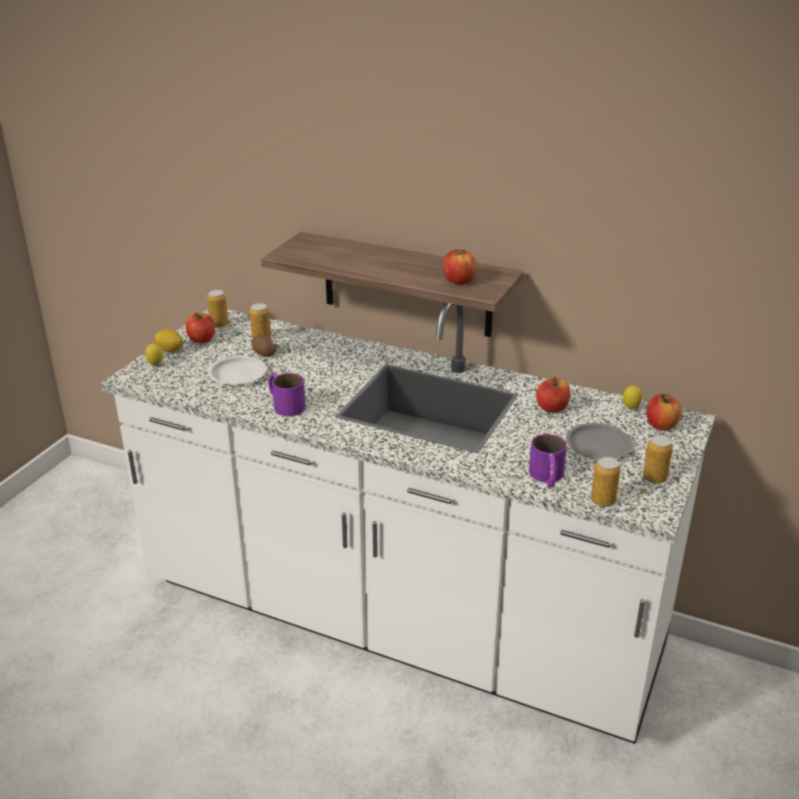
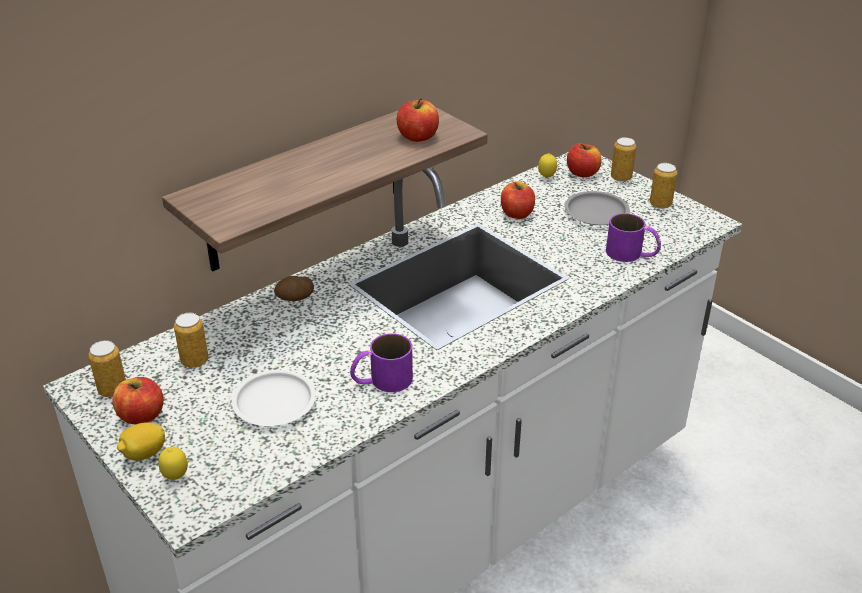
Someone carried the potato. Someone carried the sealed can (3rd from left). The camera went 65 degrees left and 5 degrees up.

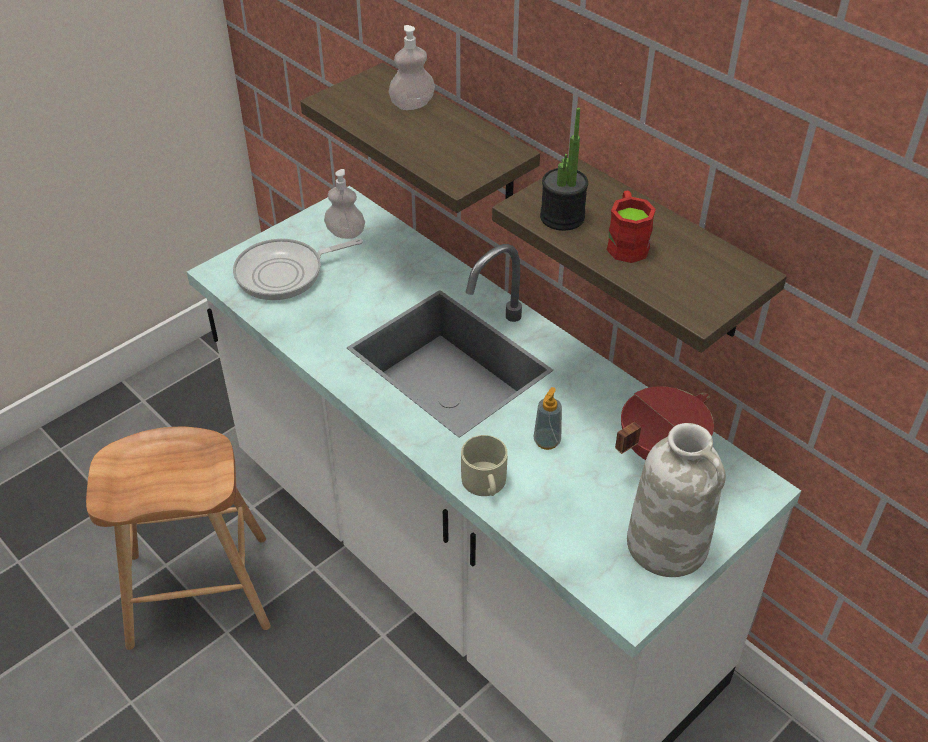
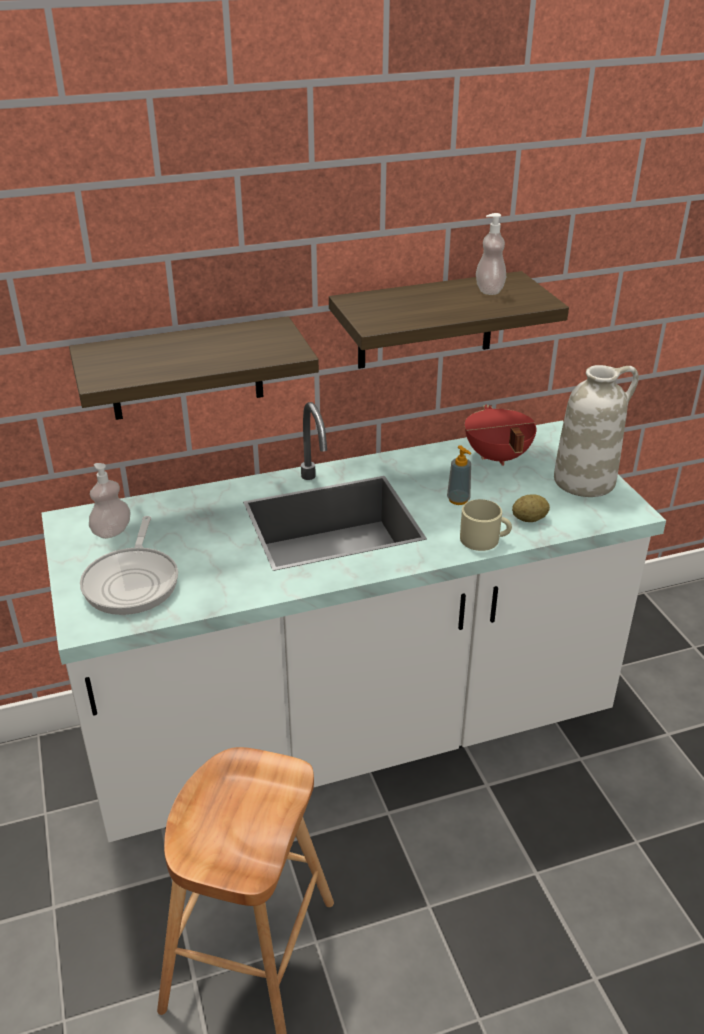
Someone carried the liquid soap bottle (2nd from left in the first image). Someone took away the plant in a pot. Someone took away the coffee mug (red). Someone put down the potato. The camera went 65 degrees left and 10 degrees down.

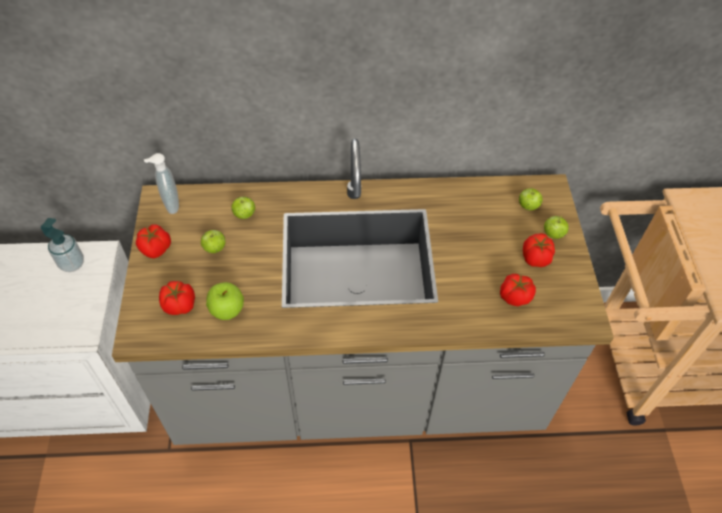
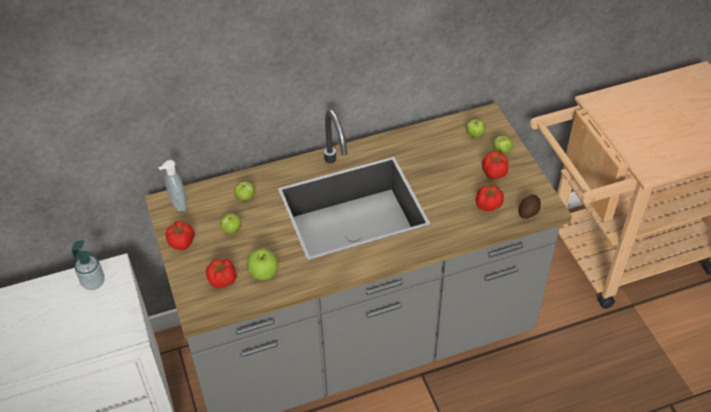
Someone put down the potato. The camera went 15 degrees left and 5 degrees down.

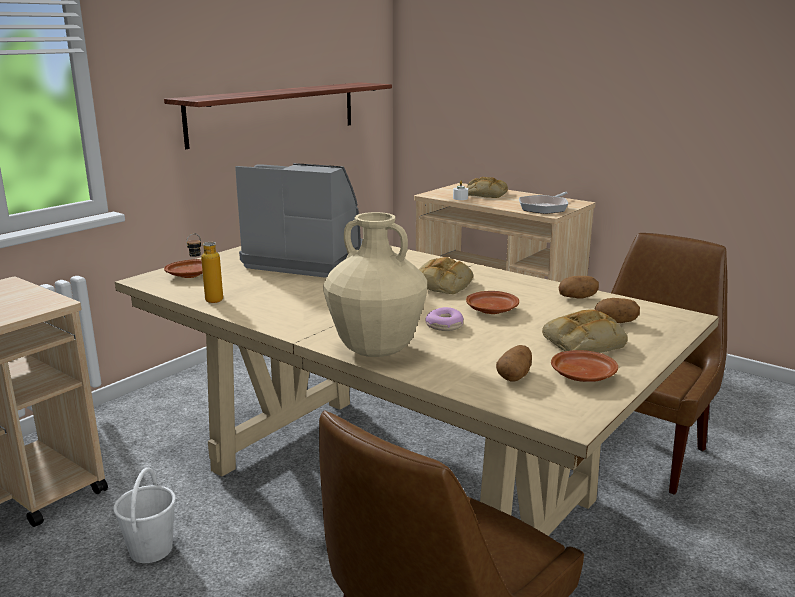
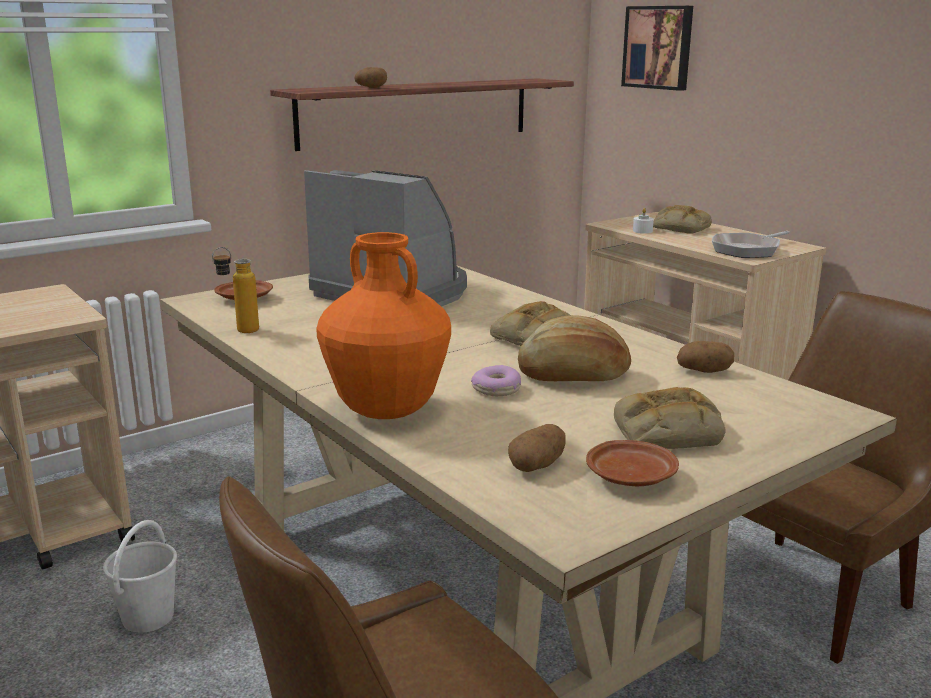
Someone repainted the decorative vase (sand-coloured), which became the decorative vase (orange). Someone swapped the flat dish (brownish) (2nd from left) for the bread (2nd from left). Someone carried the potato (3rd from left in the first image). Someone put up the picture. The camera went 15 degrees right and 0 degrees up.

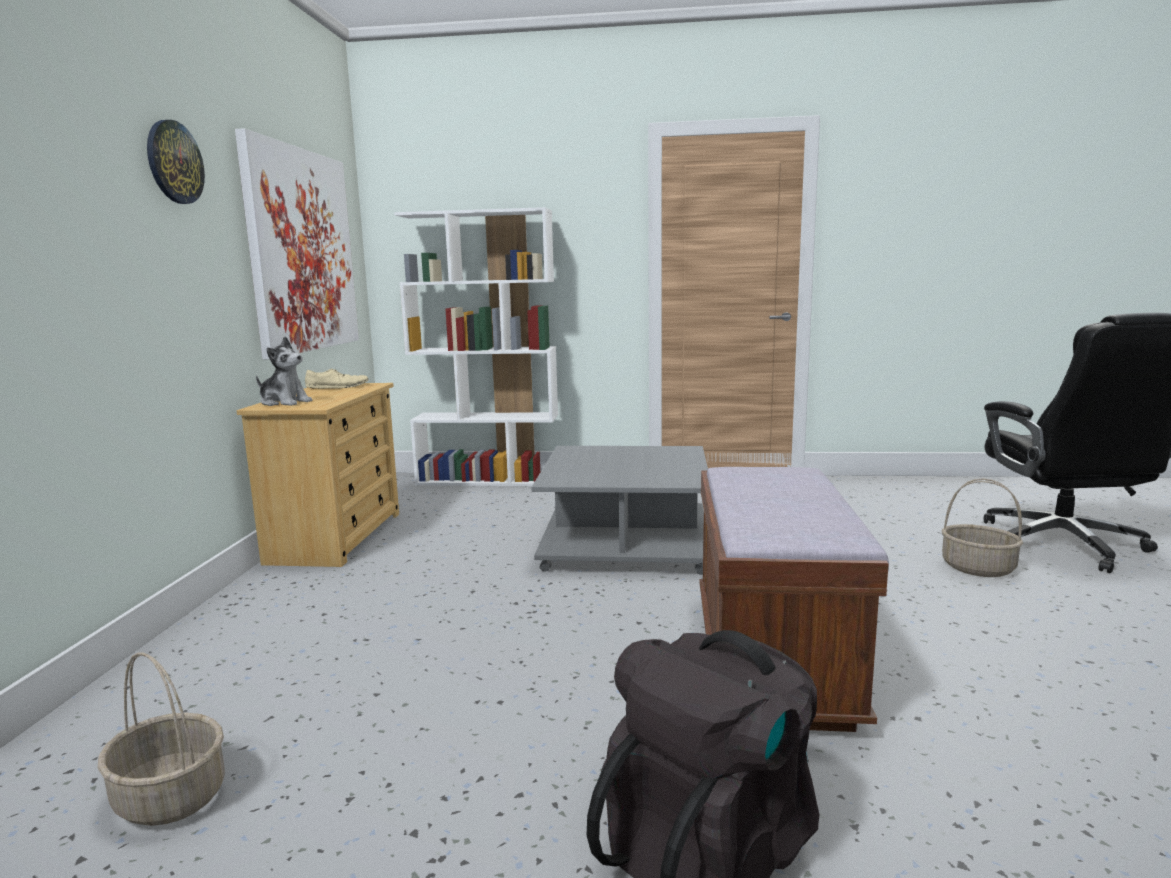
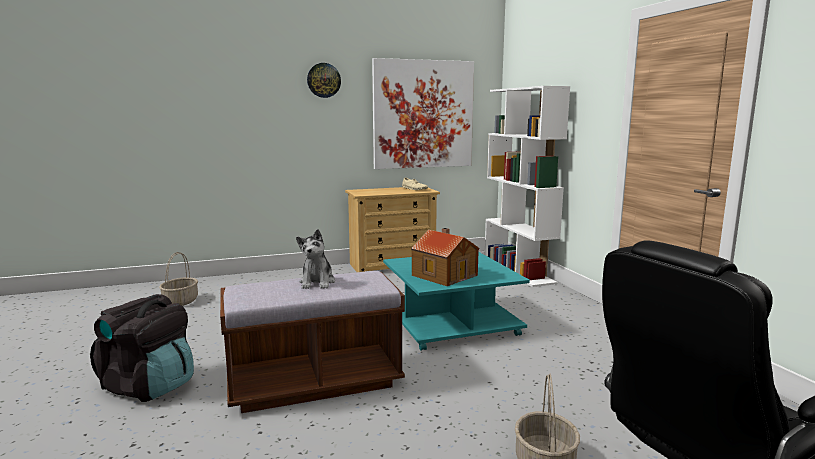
Someone carried the cuddly toy. Someone repainted the coffee table (grey), which became the coffee table (blue-green). Someone put down the model house. The camera went 65 degrees right and 0 degrees up.

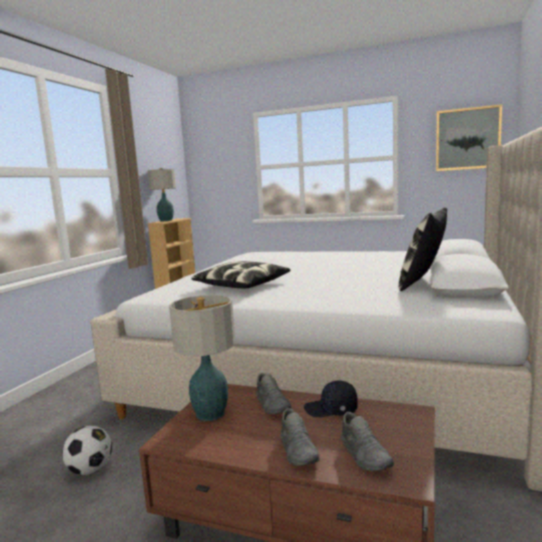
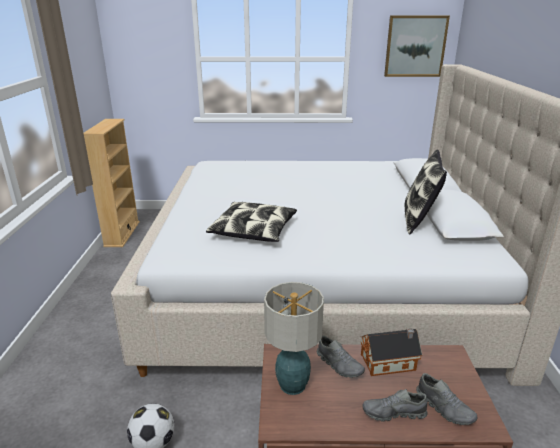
Someone took away the lamp for a table (1st from left). Someone rotated the shoe (grey) (2nd from left) by 120 degrees clockwise. Someone swapped the baseball cap (black) for the model house. The camera went 20 degrees left and 15 degrees up.

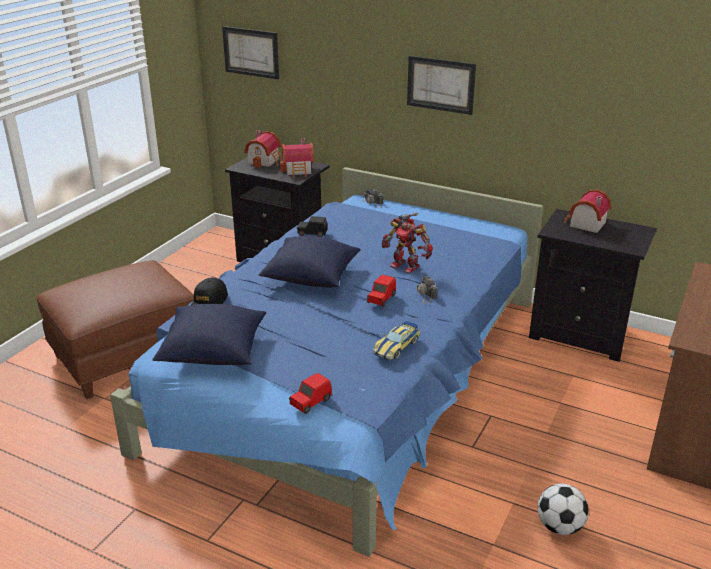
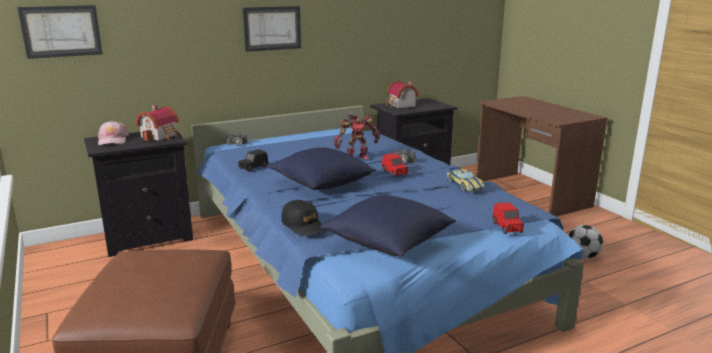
Someone swapped the model house (1st from left) for the baseball cap (pink). The camera went 55 degrees left and 10 degrees down.

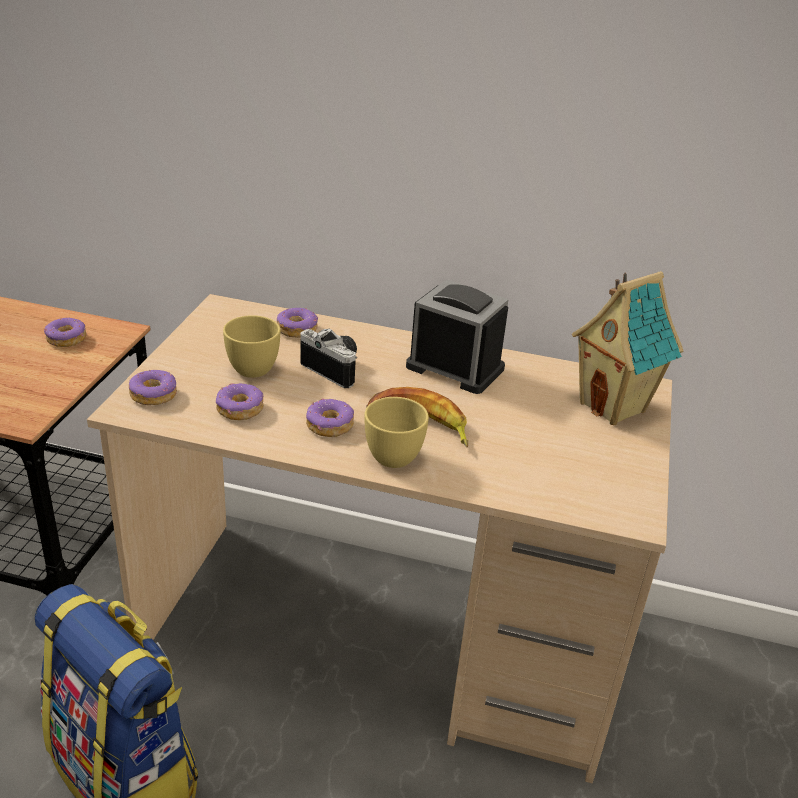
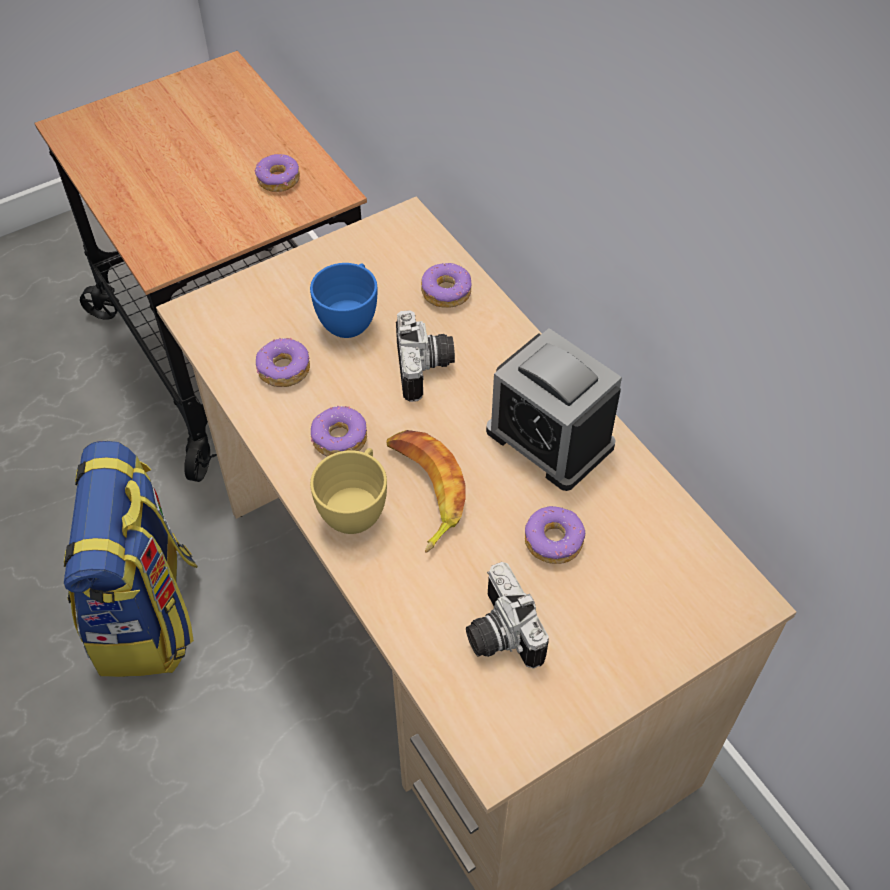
Someone carried the ring doughnut (2nd from left in the first image). Someone repainted the drinking cup (yellow-coloured) (1st from left), which became the drinking cup (blue-coloured). Someone rotated the table clock by 150 degrees clockwise. Someone took away the model house. Someone put down the still camera (2nd from left). The camera went 45 degrees right and 20 degrees up.

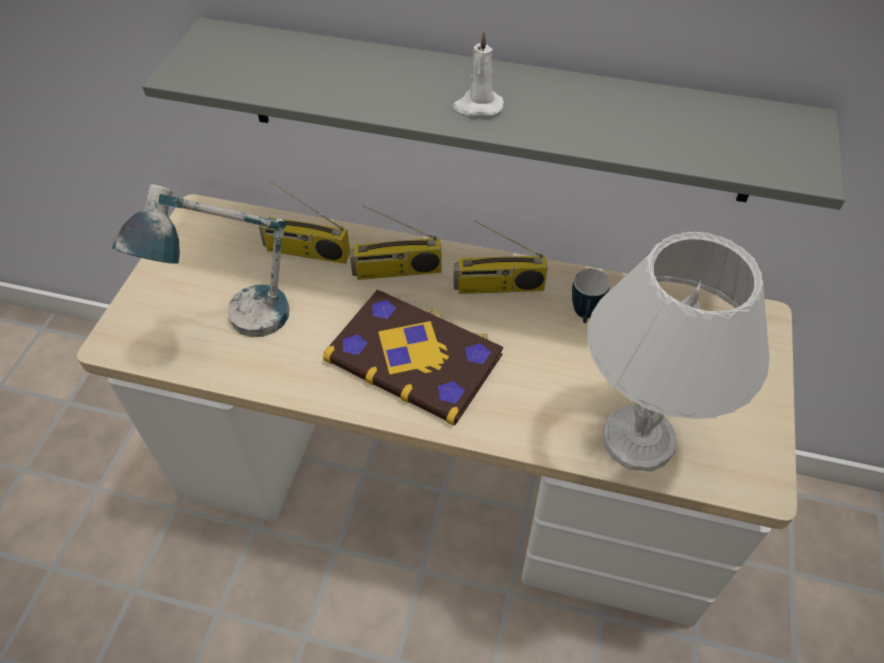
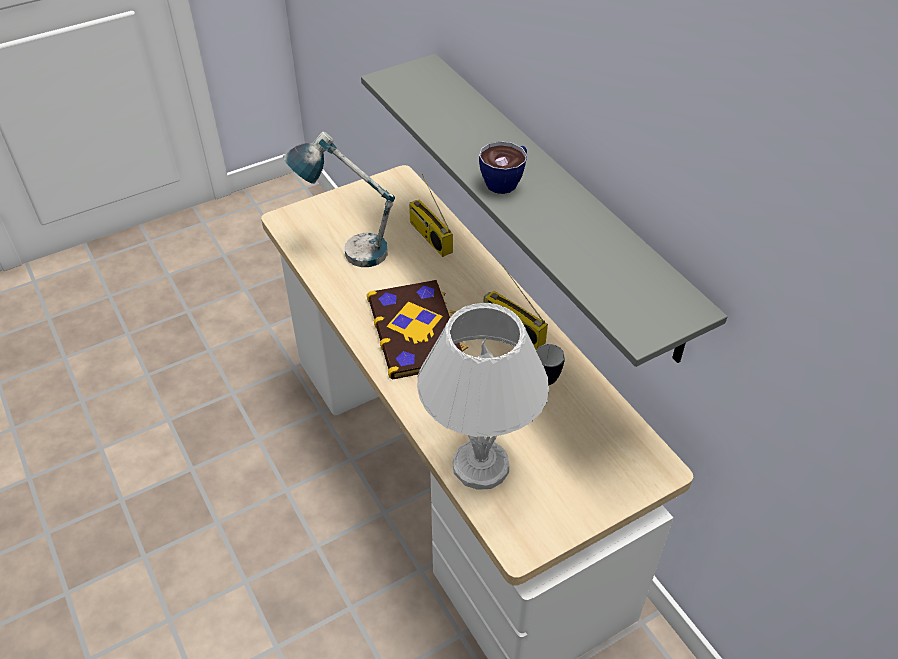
Someone took away the radio set (2nd from left). Someone swapped the wax candle (white) for the drinking cup. The camera went 45 degrees right and 5 degrees down.

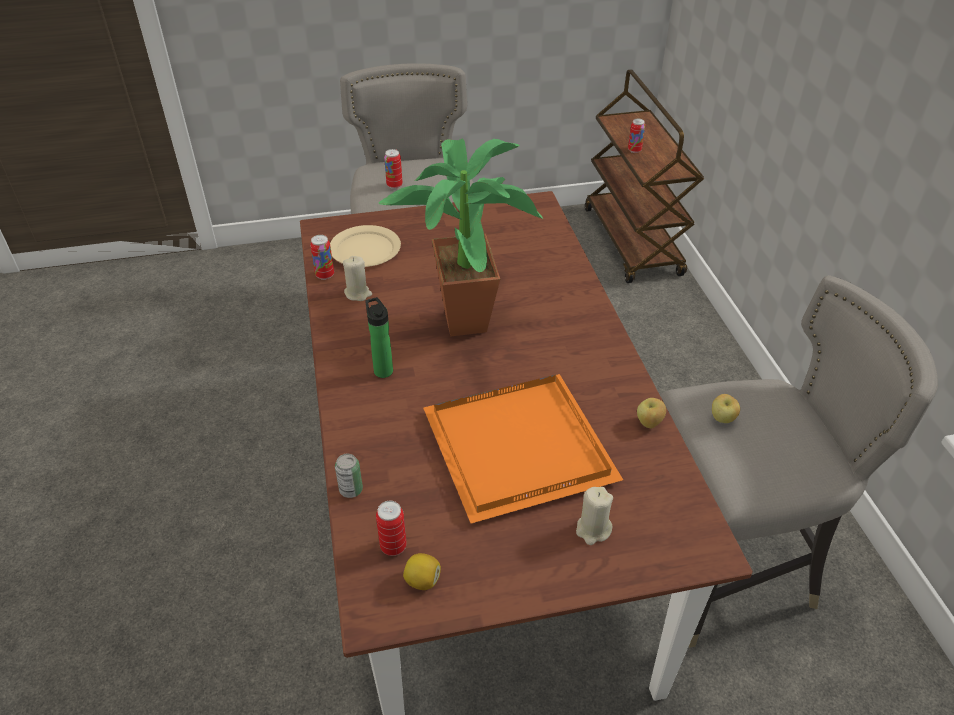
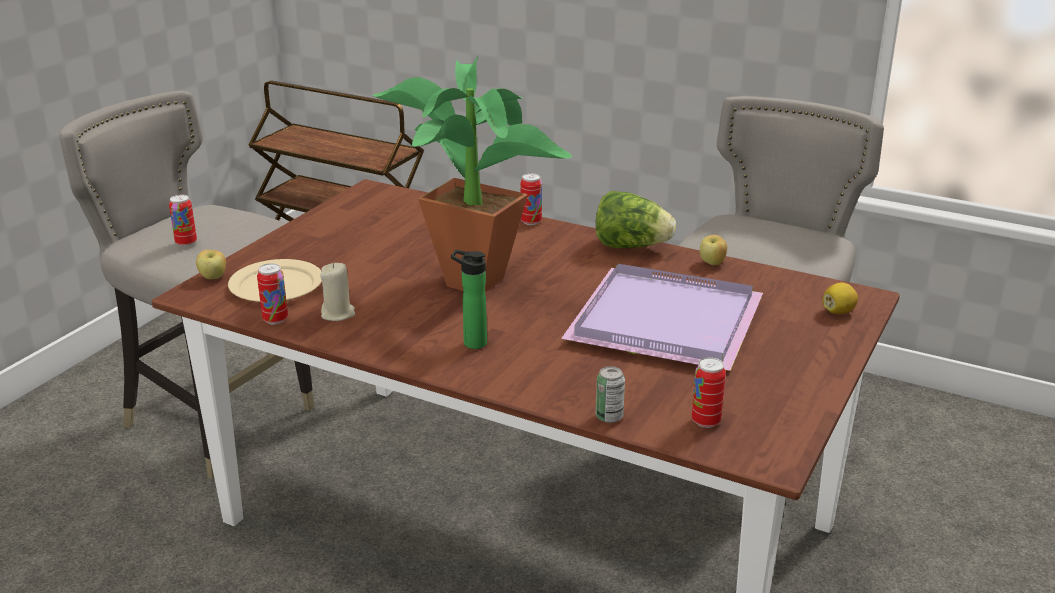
Someone carried the whole lemon. Someone repainted the serving tray (orange), which became the serving tray (purplish). Someone took away the wax candle (sand-coloured) (2nd from left). Someone carried the sealed can (5th from left in the first image). Someone carried the apple (2nd from left in the first image). Someone put down the lettuce head. The camera went 50 degrees left and 15 degrees down.

